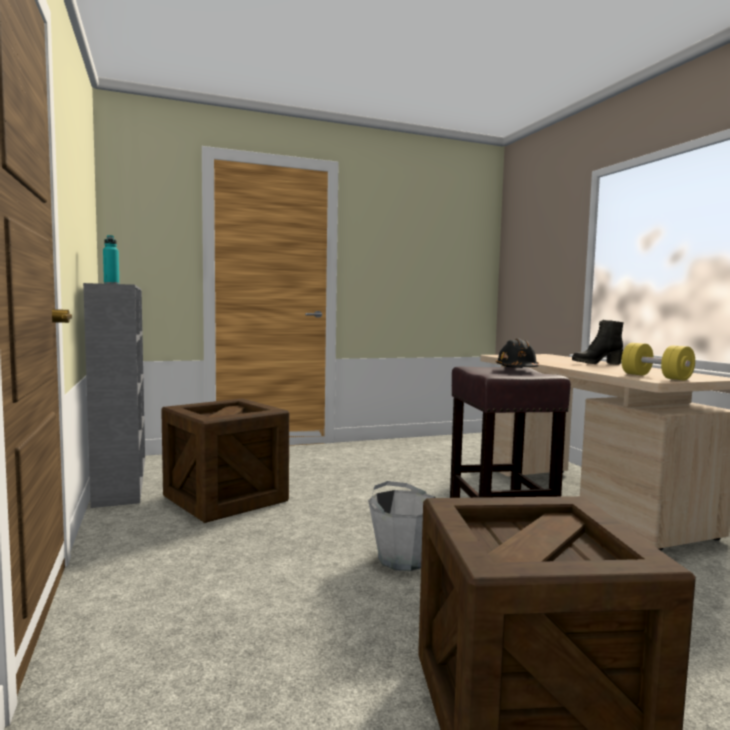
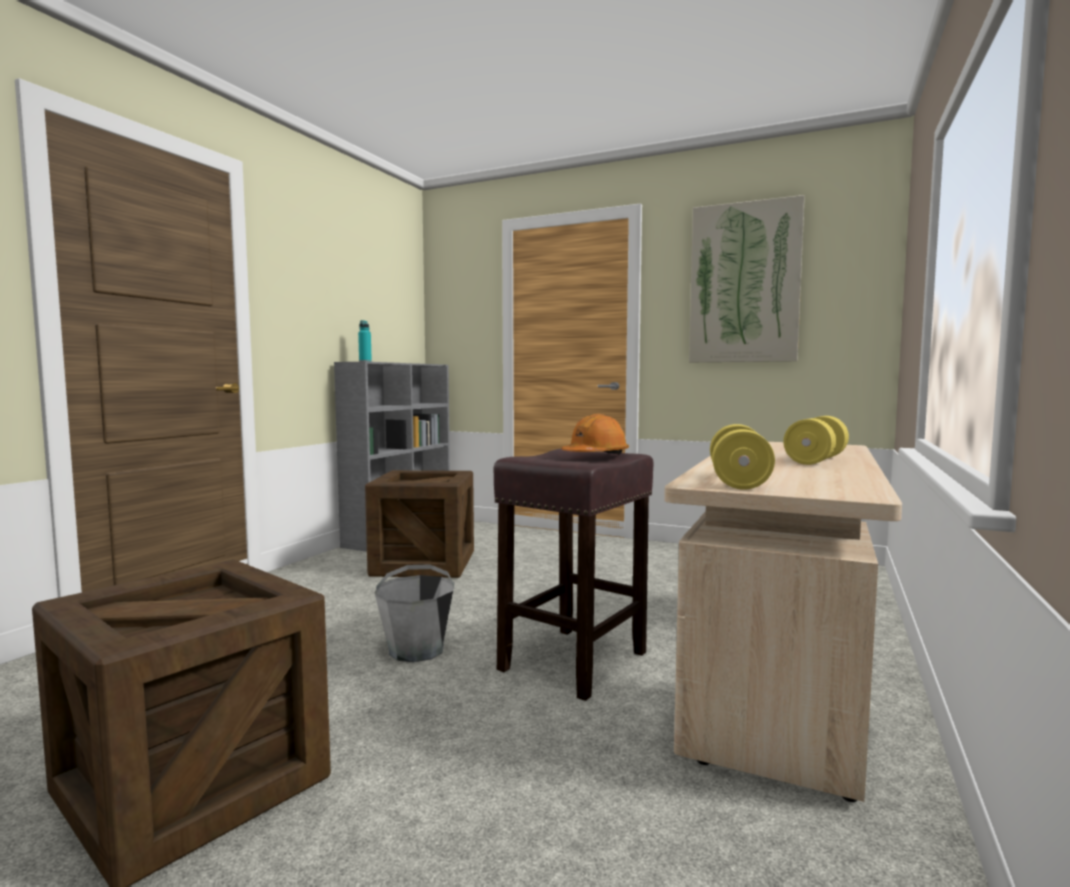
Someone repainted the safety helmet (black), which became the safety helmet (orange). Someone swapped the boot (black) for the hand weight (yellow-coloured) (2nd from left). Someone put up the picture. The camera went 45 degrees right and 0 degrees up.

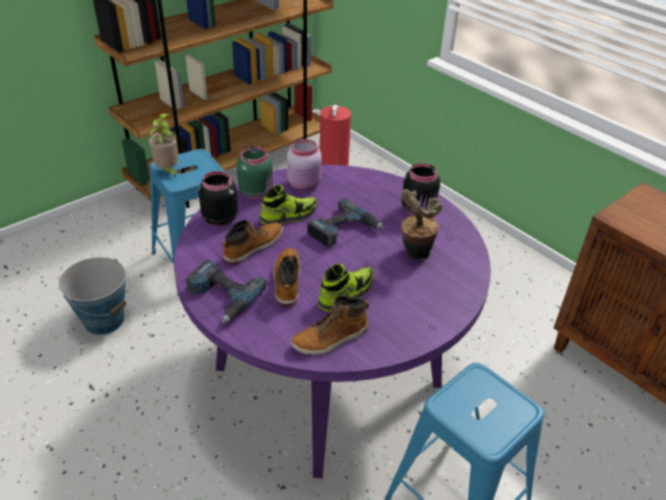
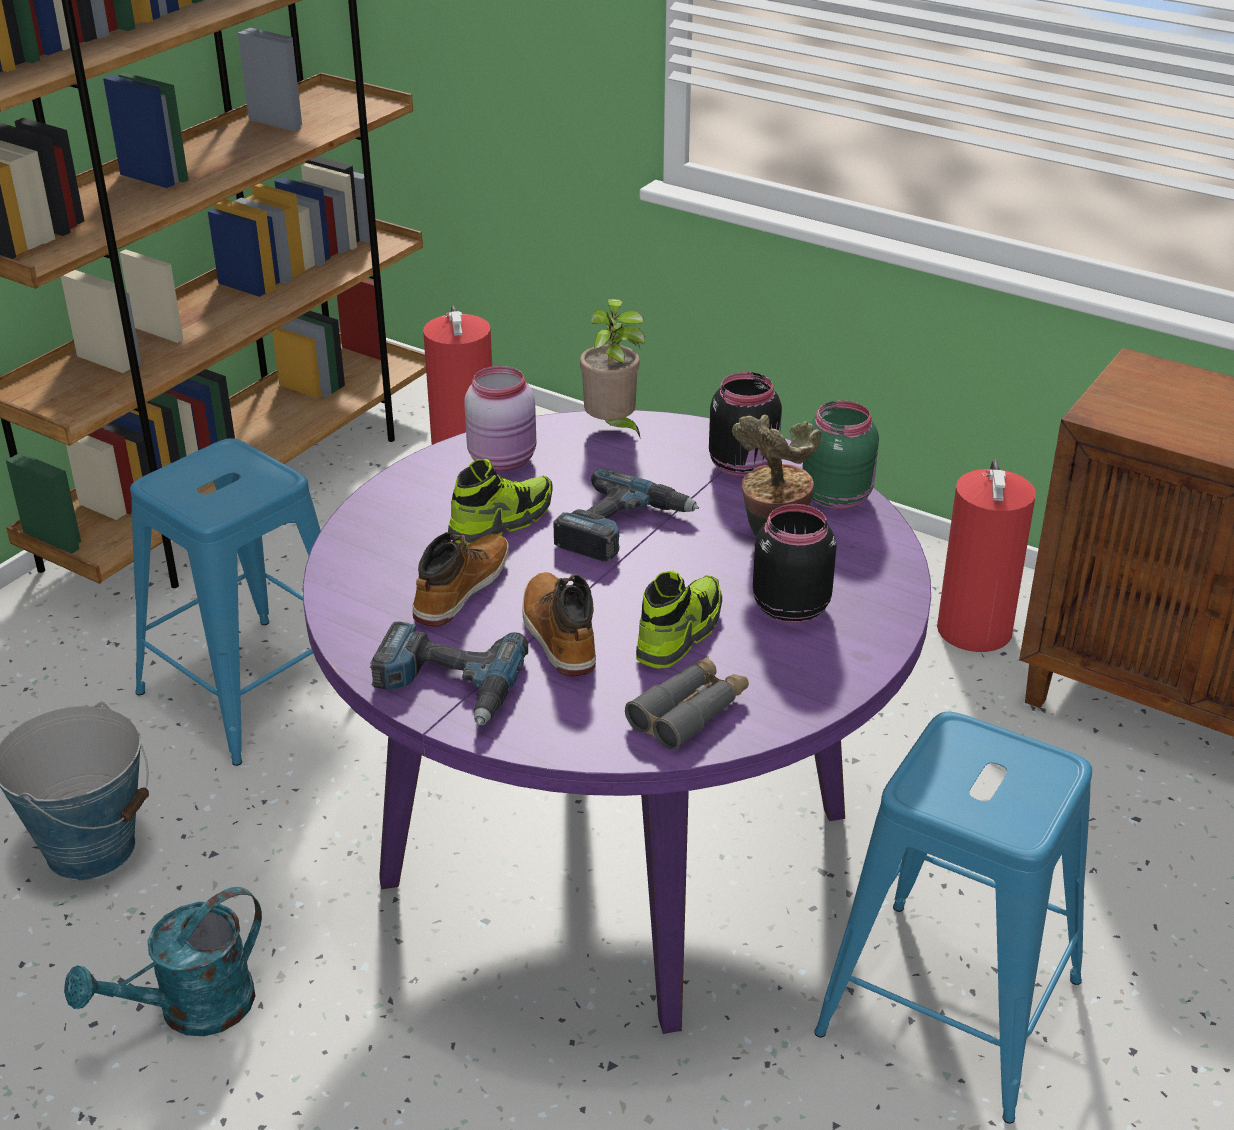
Someone carried the plant in a pot (1st from left). Someone carried the storage jar (black) (1st from left in the first image). Someone carried the storage jar (green-coloured). Someone swapped the boot (3rd from left) for the binoculars (grey). Someone put down the watering pot (blue-green). Someone put down the fire-fighting cylinder (2nd from left). The camera went 15 degrees left and 5 degrees down.

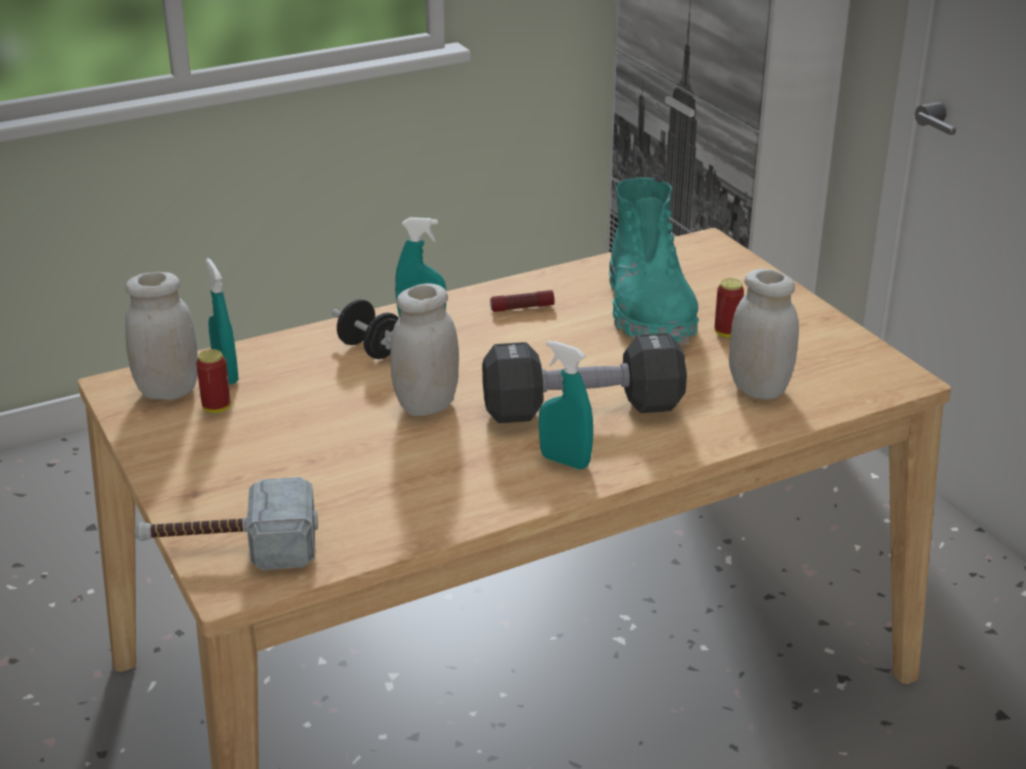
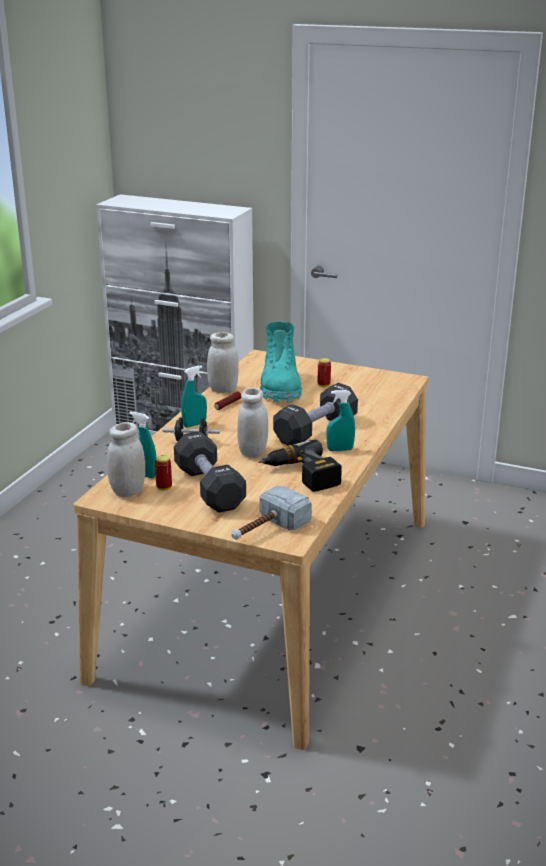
Someone rotated the boot (blue-green) by 45 degrees clockwise. Someone carried the storage jar (white) (3rd from left in the first image). Someone put down the hand weight (black) (2nd from left). Someone put down the electric drill. The camera went 40 degrees left and 5 degrees down.

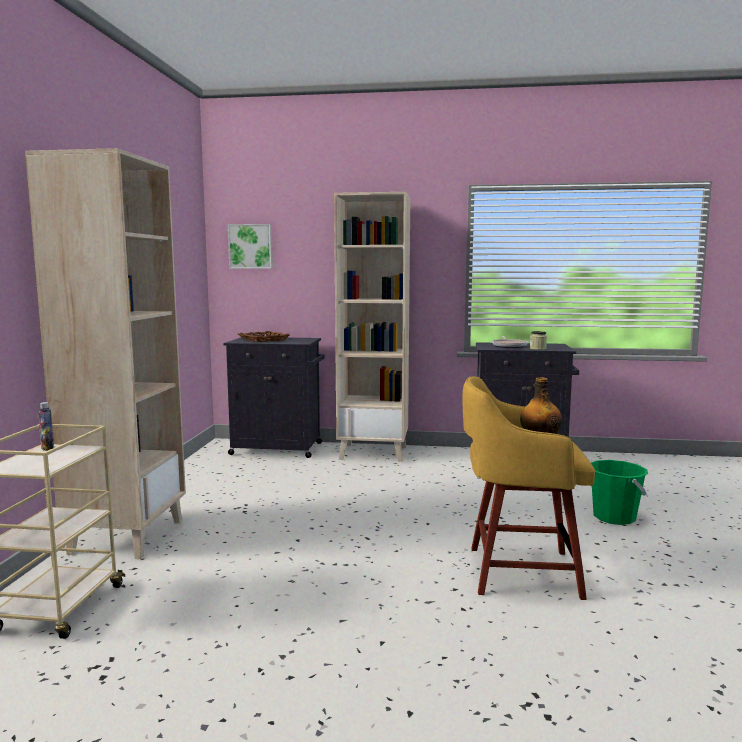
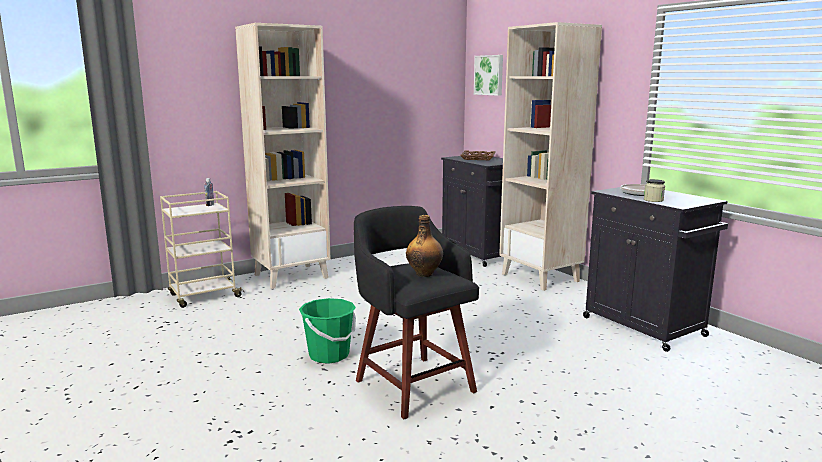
Someone repainted the sitting stool (yellow-coloured), which became the sitting stool (black). Someone carried the pail (green-coloured). The camera went 50 degrees right and 5 degrees up.

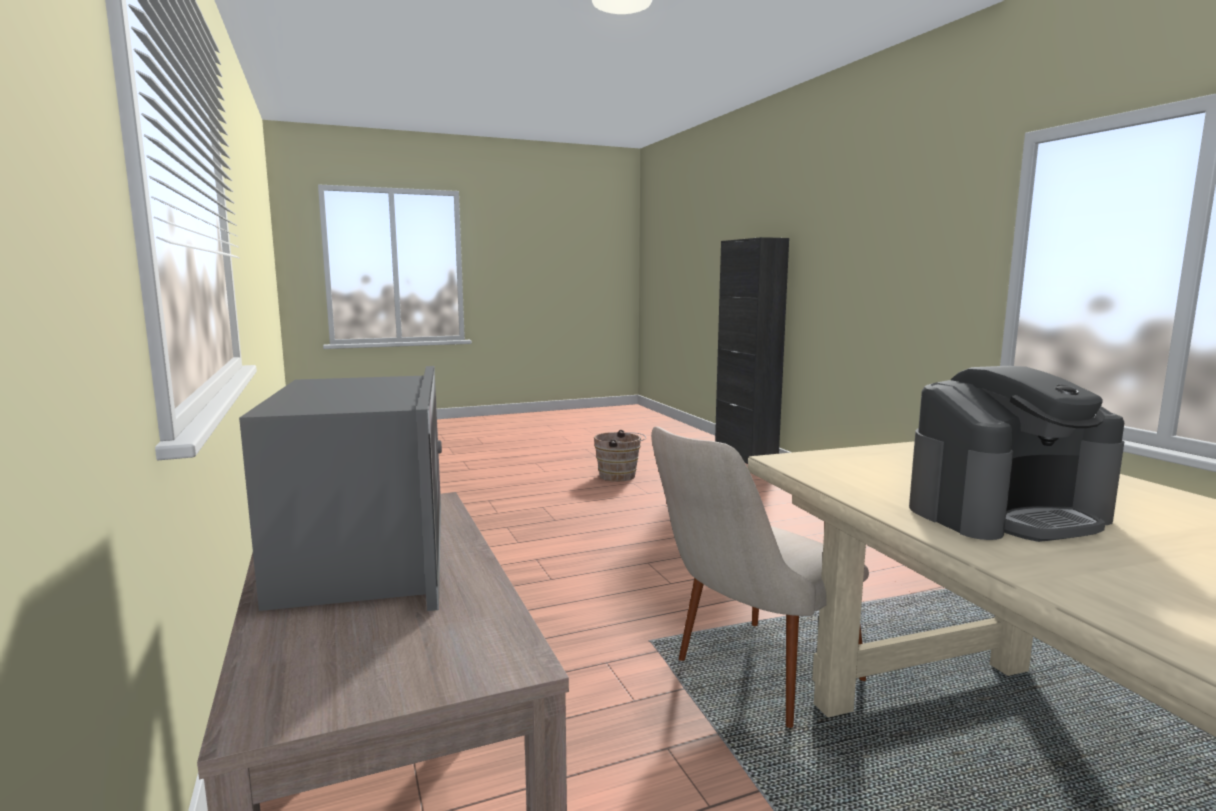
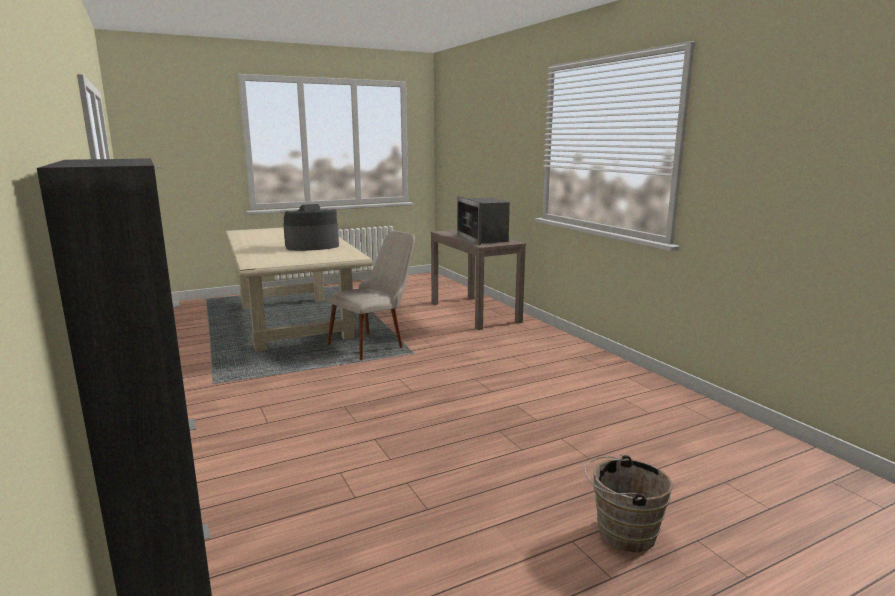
Someone carried the pail (brownish). The camera went 175 degrees right and 5 degrees up.

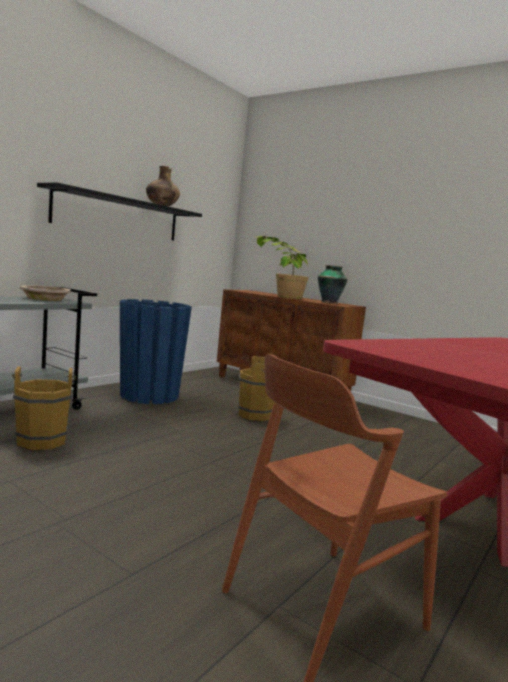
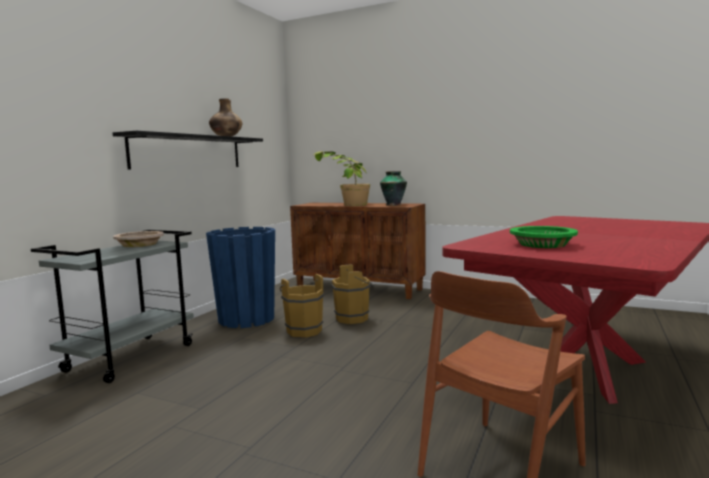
Someone carried the pail (brownish) (1st from left). Someone put down the serving bowl (green-coloured). The camera went 10 degrees left and 0 degrees up.

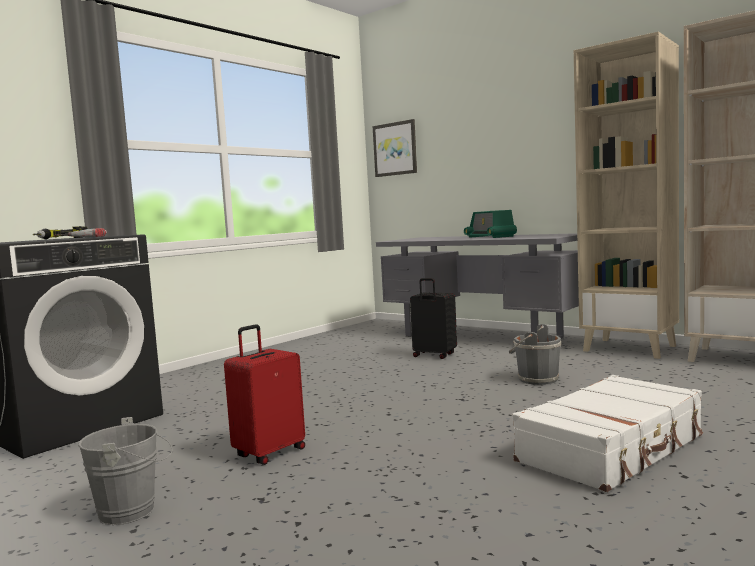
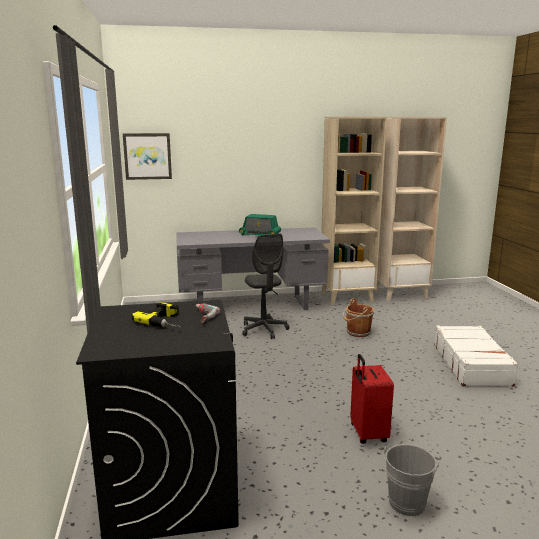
Someone swapped the travel case (black) for the office chair (grey). Someone repainted the pail (grey) (2nd from left), which became the pail (brownish). The camera went 50 degrees left and 10 degrees up.

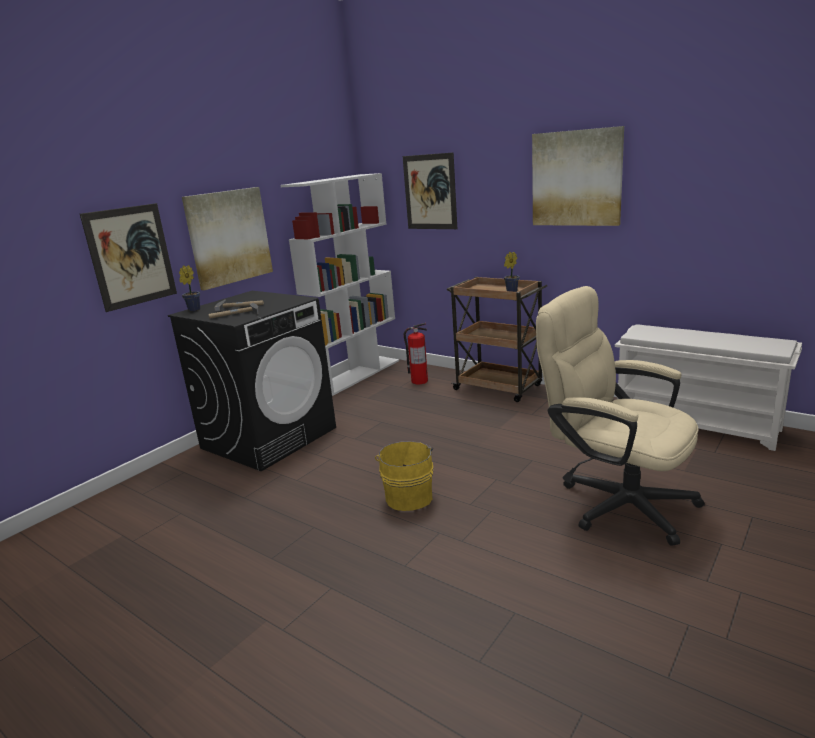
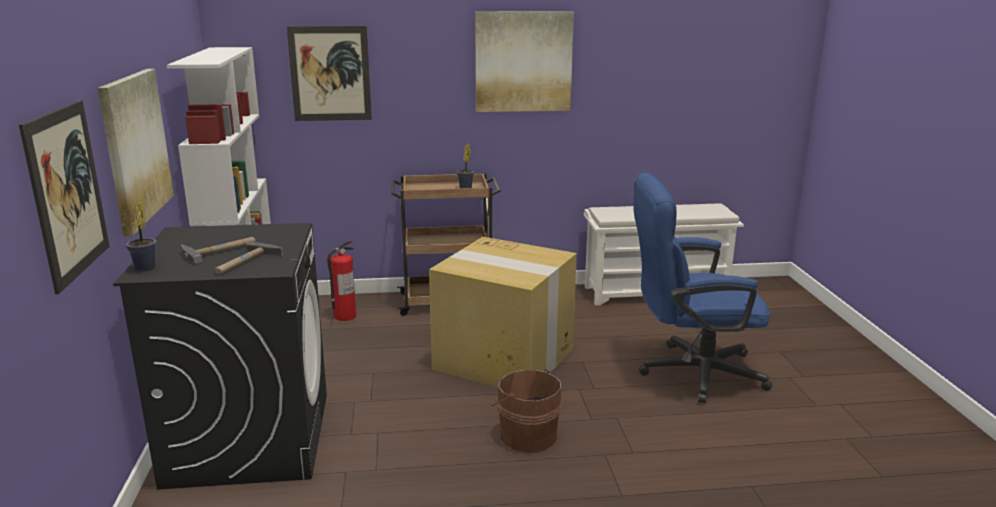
Someone repainted the pail (yellow-coloured), which became the pail (brownish). Someone repainted the office chair (sand-coloured), which became the office chair (blue-coloured). Someone put down the cardboard box. The camera went 45 degrees left and 0 degrees up.

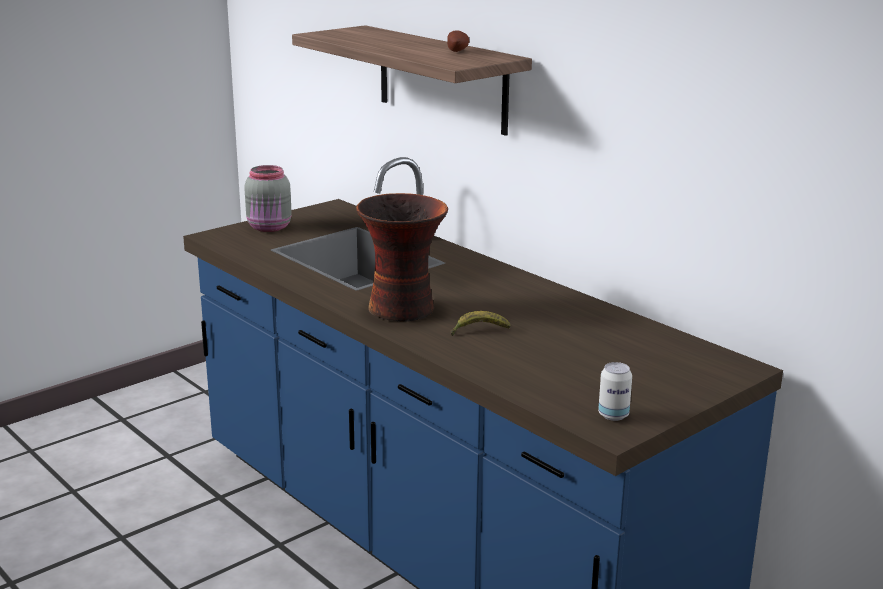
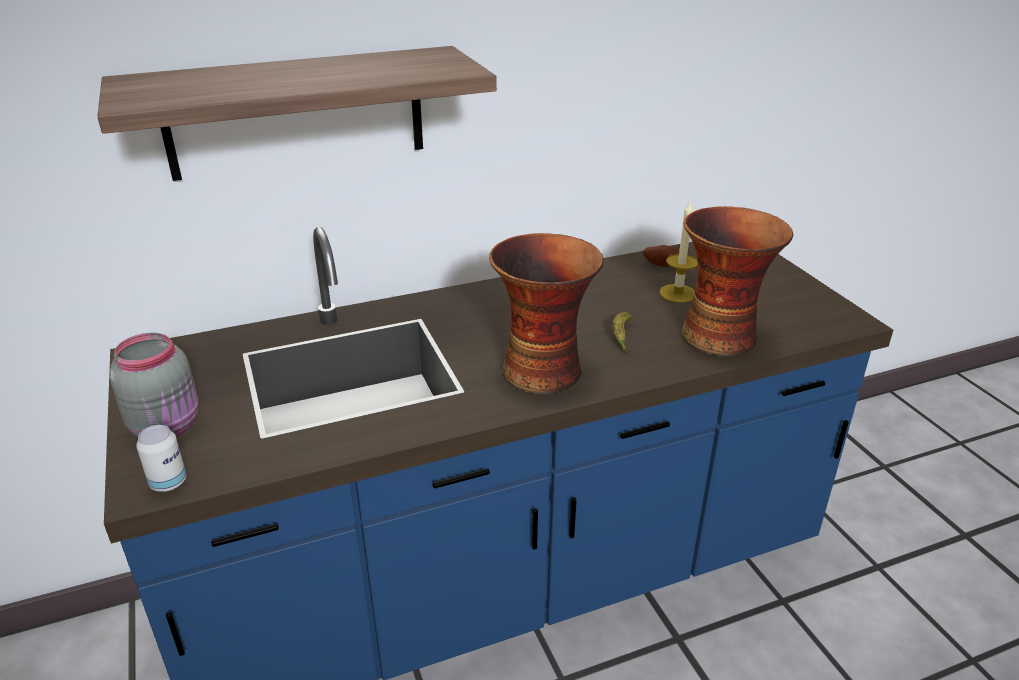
Someone carried the potato. Someone carried the sealed can. Someone put down the wax candle. Someone put down the decorative vase (2nd from left). The camera went 70 degrees left and 10 degrees up.

